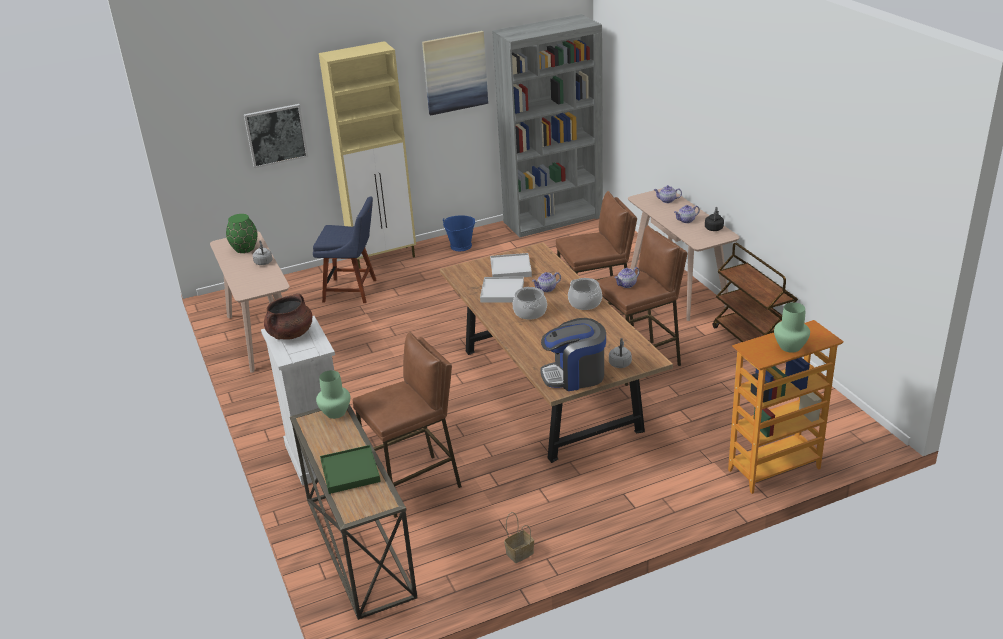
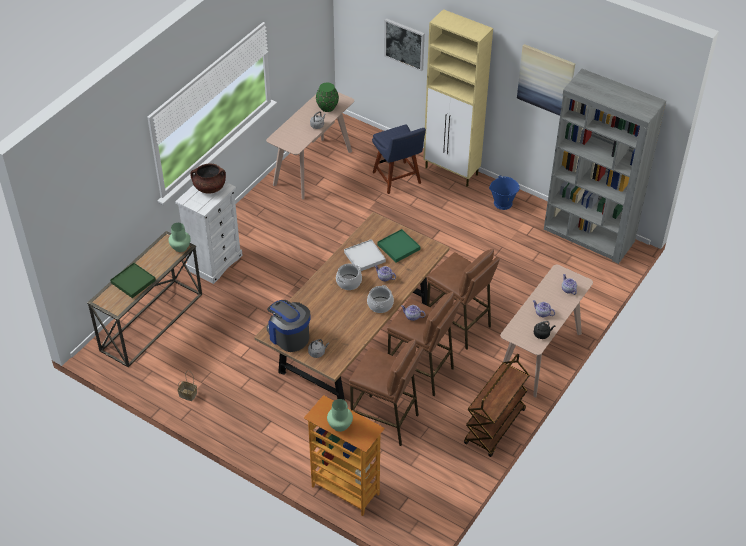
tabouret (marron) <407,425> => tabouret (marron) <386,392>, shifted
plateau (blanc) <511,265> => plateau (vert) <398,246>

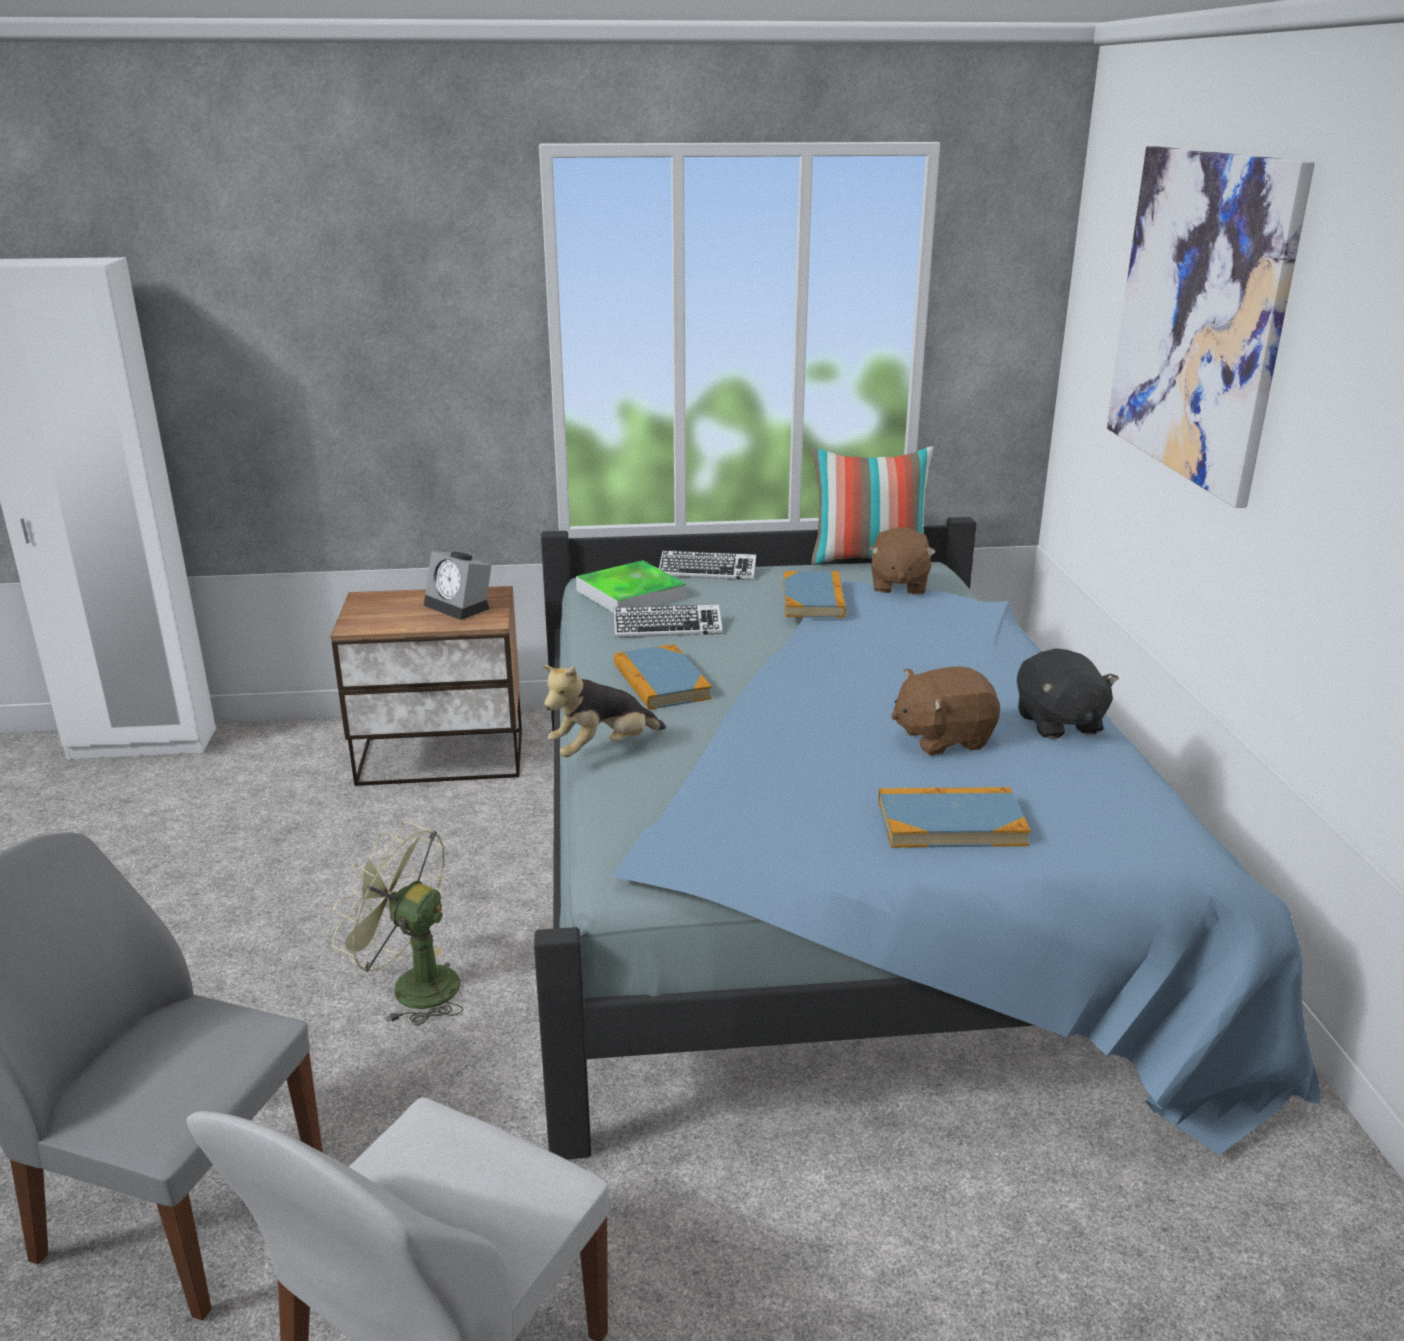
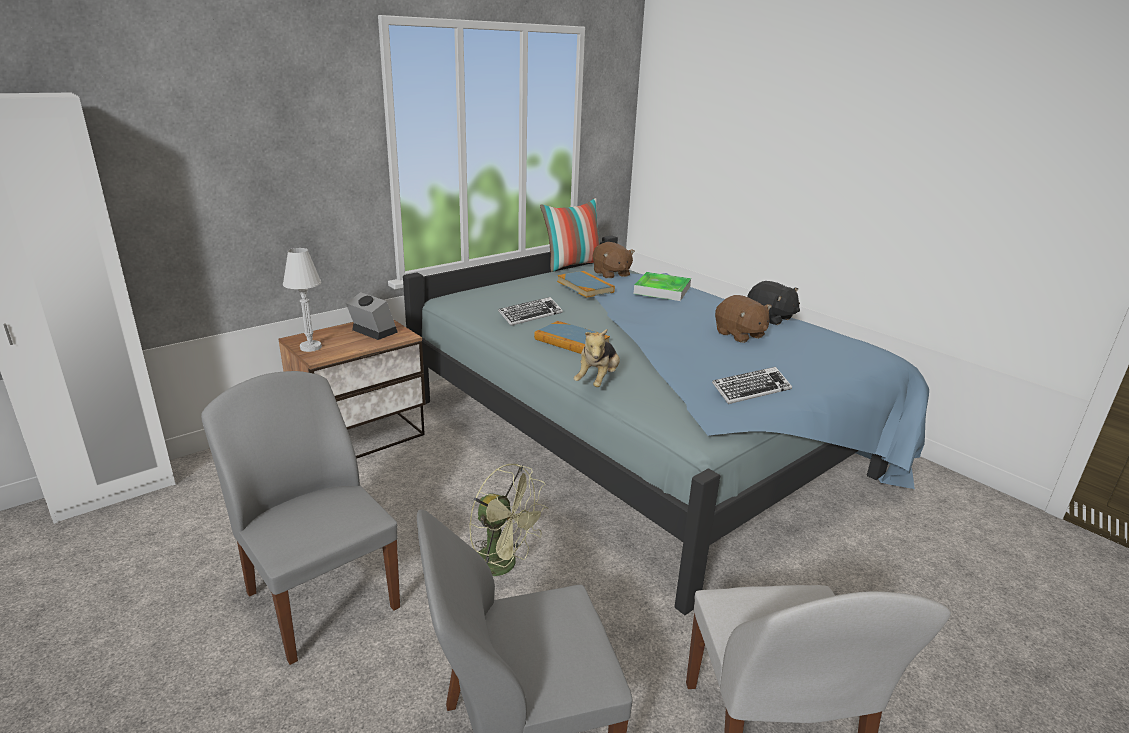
livre <954,817> => nothing
tableau <1210,327> => nothing
nothing => chaise (gris) <300,518>
nothing => lampe de table (blanc) <302,300>
plateau <631,586> => plateau <662,286>, shifted
clavier <707,565> => clavier <752,385>, shifted
ventilateur (vert) <397,923> => ventilateur (vert) <508,520>, 135 degrees counterclockwise
réveil <458,585> => réveil <372,316>, 150 degrees counterclockwise
peluche (marron) <945,711> => peluche (marron) <743,319>, 75 degrees counterclockwise

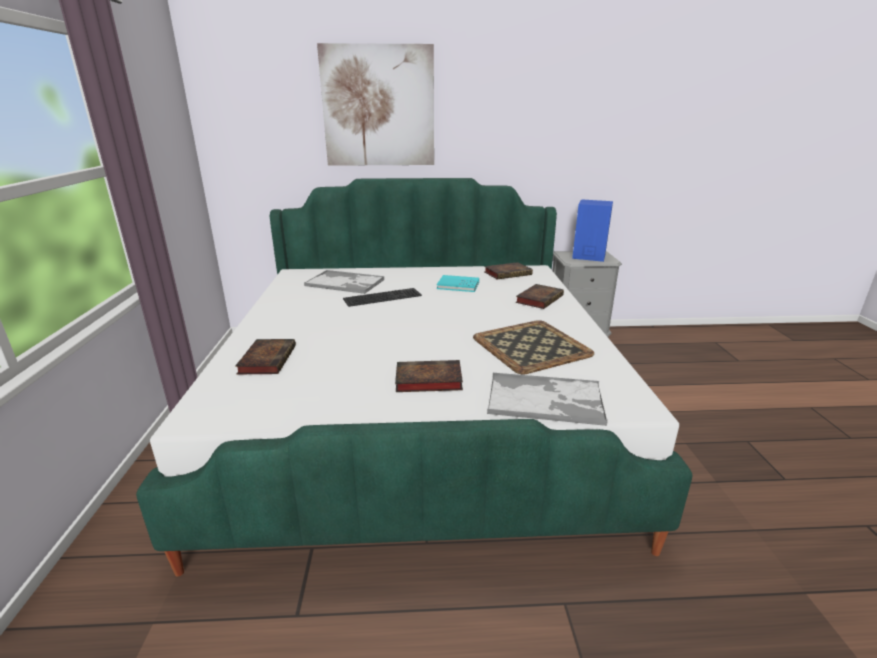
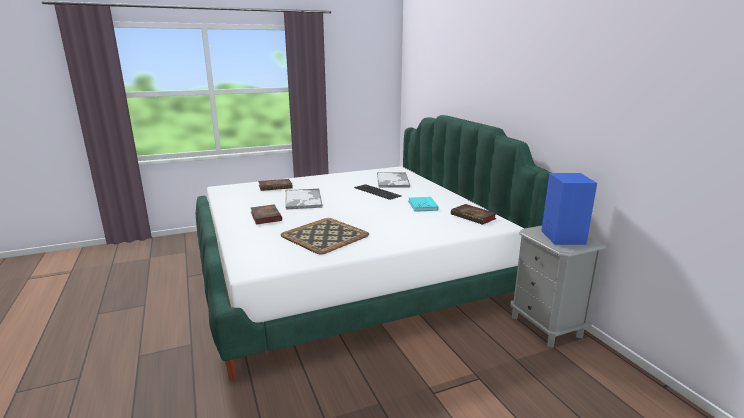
tableau <375,104> => nothing
livre <539,296> => nothing
plateau <547,399> => plateau <304,199>, shifted

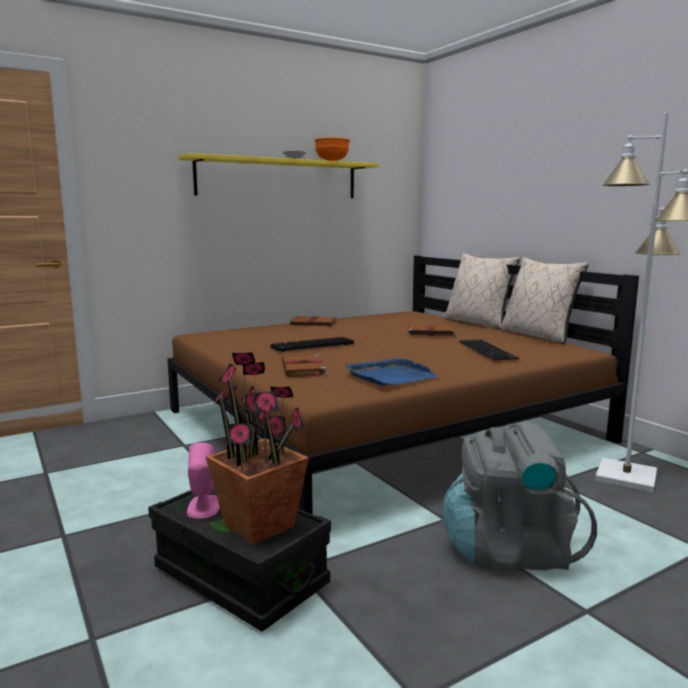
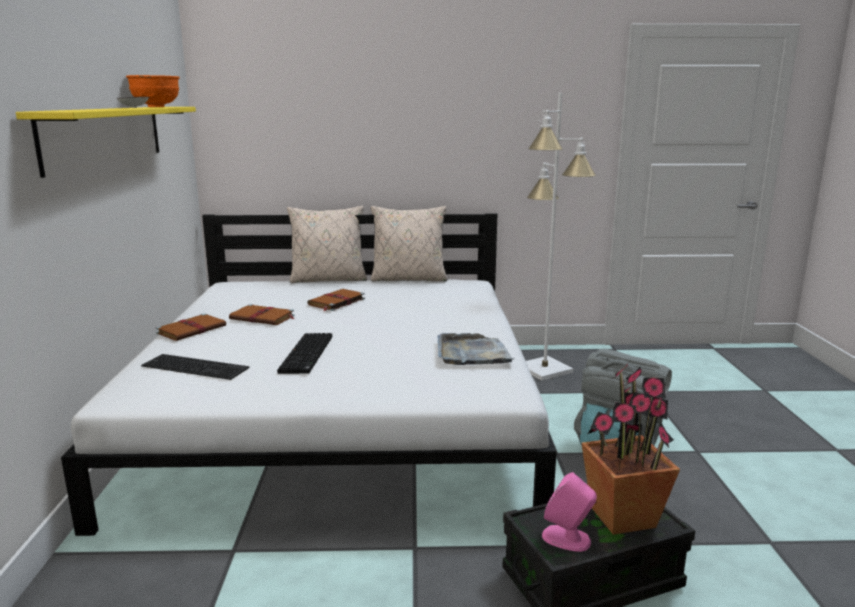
livre (marron) <304,365> => livre (marron) <262,314>, shifted
clavier <489,349> => clavier <195,367>, shifted
lit (marron) <403,384> => lit (blanc) <309,374>
plateau (bleu) <392,372> => plateau (gris) <476,349>

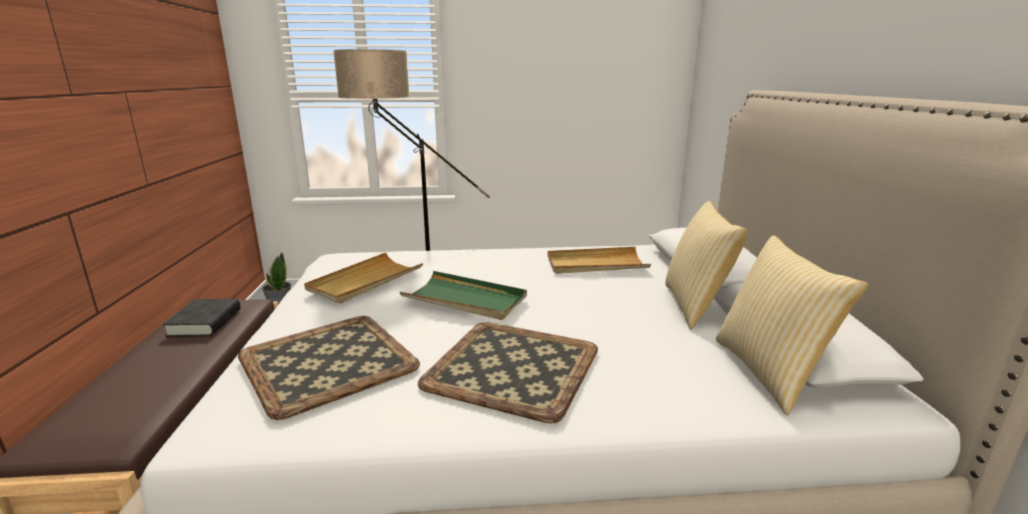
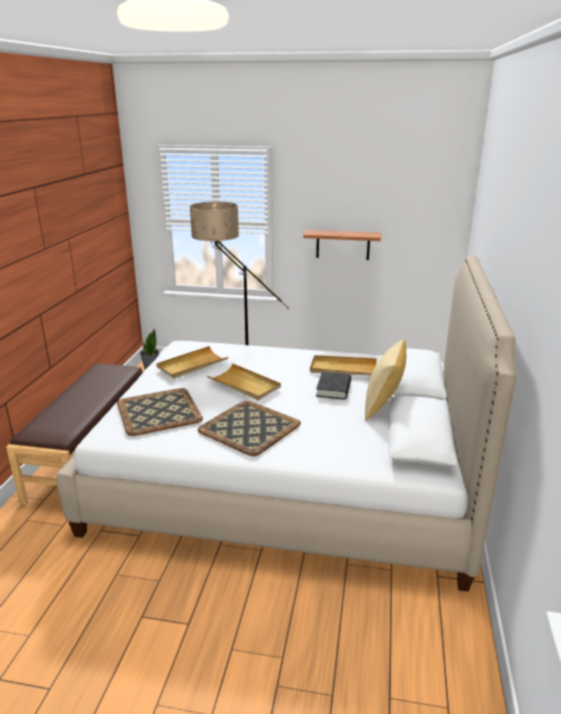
coussin <792,325> => nothing
nothing => étagère <342,245>
livre (noir) <201,318> => livre (noir) <333,386>, shifted
plateau (vert) <463,295> => plateau (beige) <244,381>

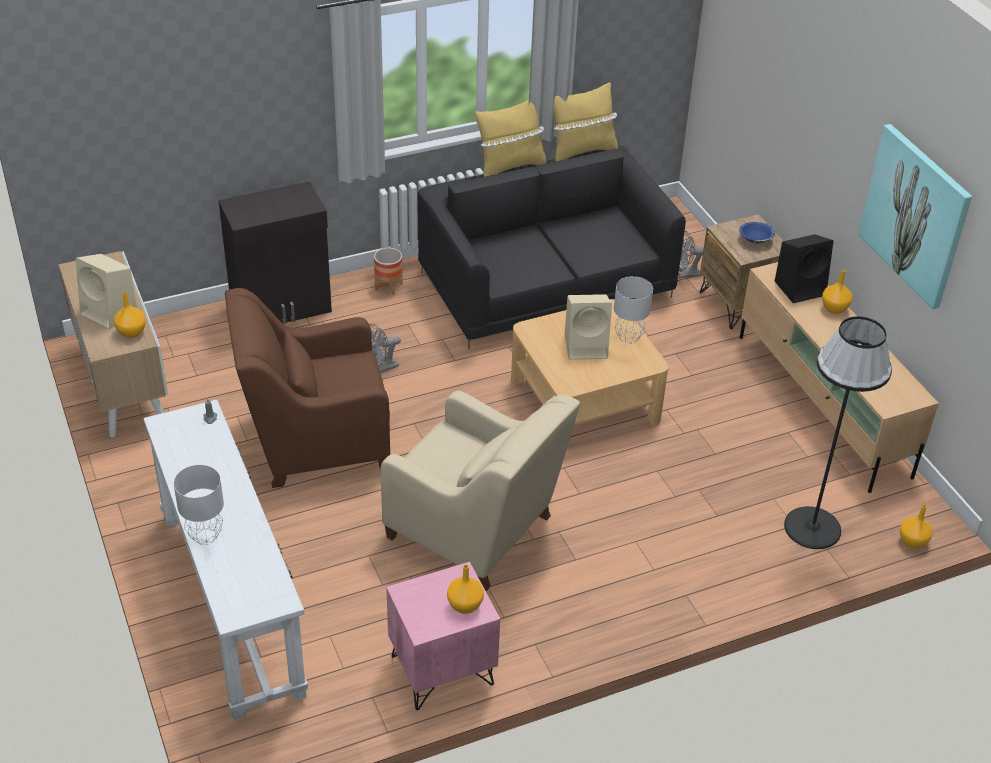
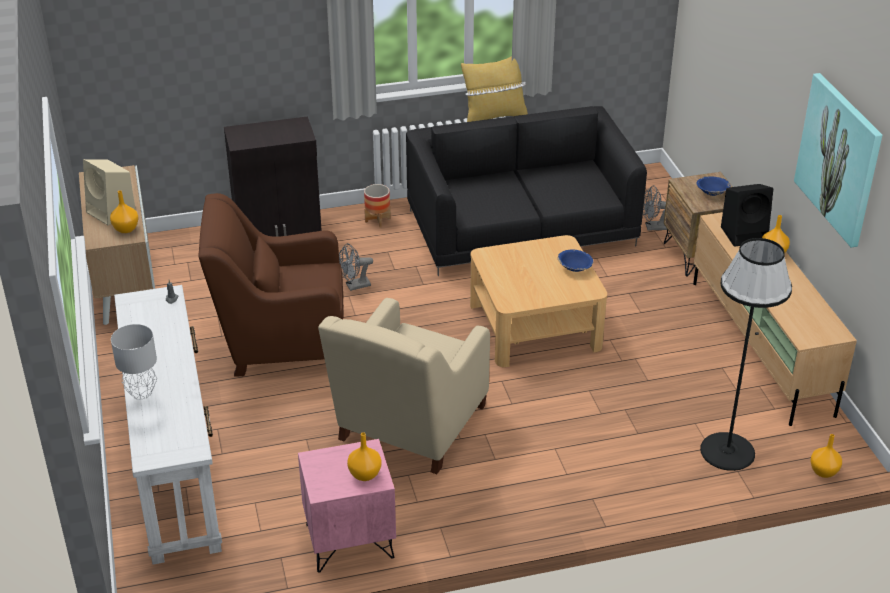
coussin (jaune) <585,122> => nothing
enceinte (beige) <588,327> => nothing
lampe de table (gris) <633,310> => bol (bleu) <575,261>
fauteuil (beige) <480,490> => fauteuil (beige) <404,386>, 75 degrees clockwise

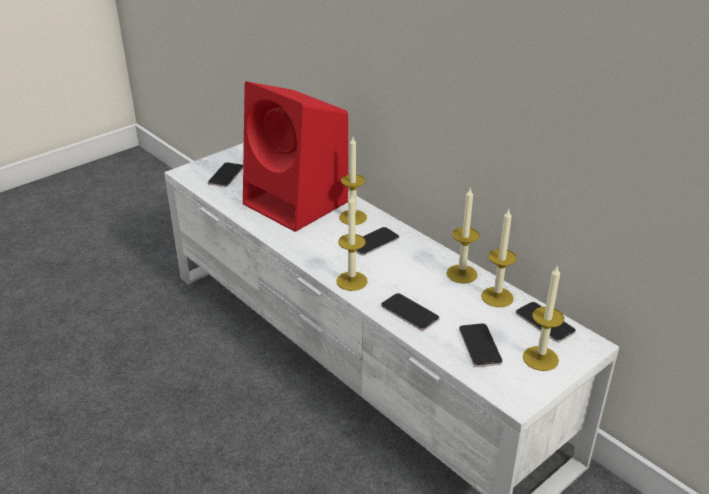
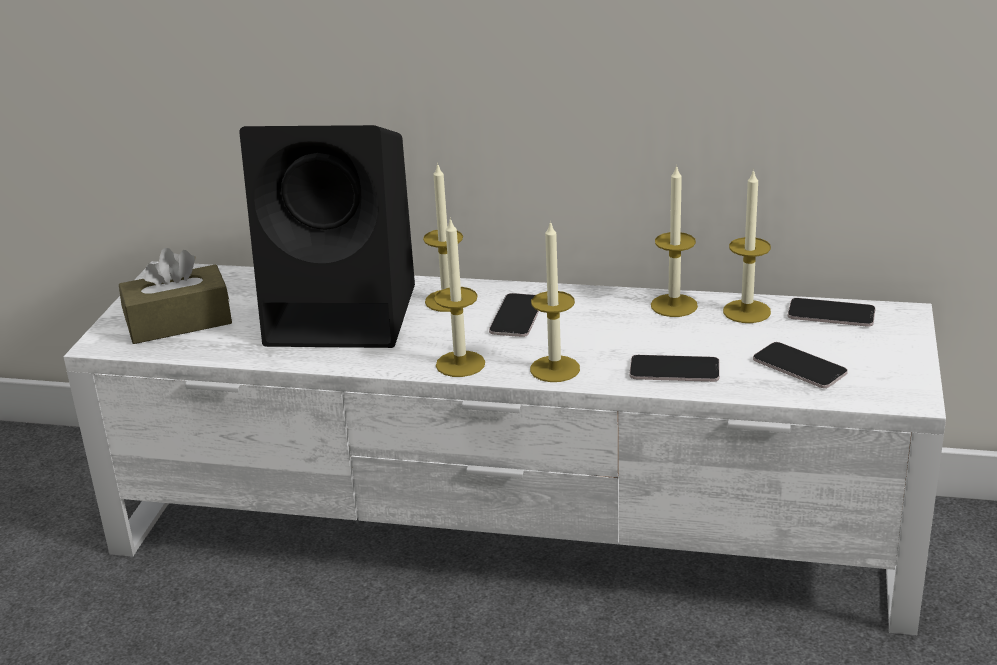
bougie <543,318> => bougie <459,297>, shifted
téléphone <225,174> => boîte à mouchoirs (marron) <175,296>
enceinte (rouge) <295,156> => enceinte (noir) <327,236>

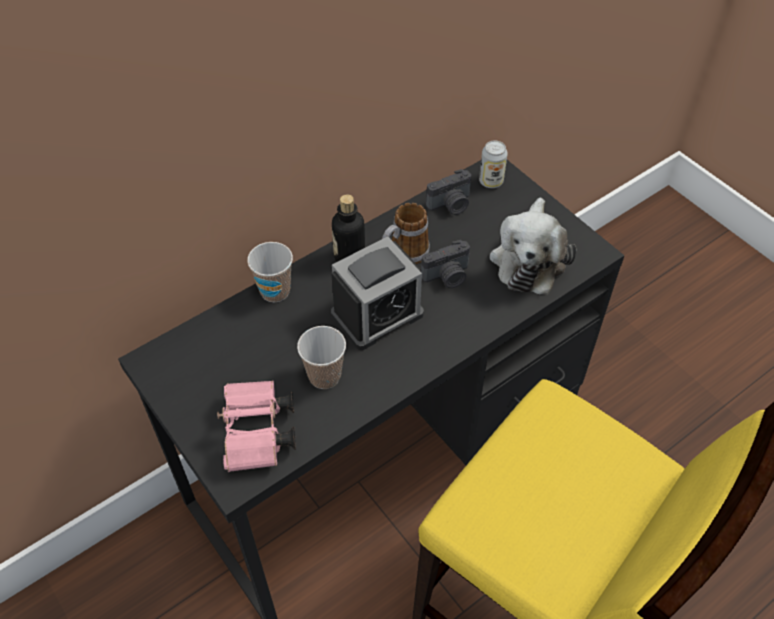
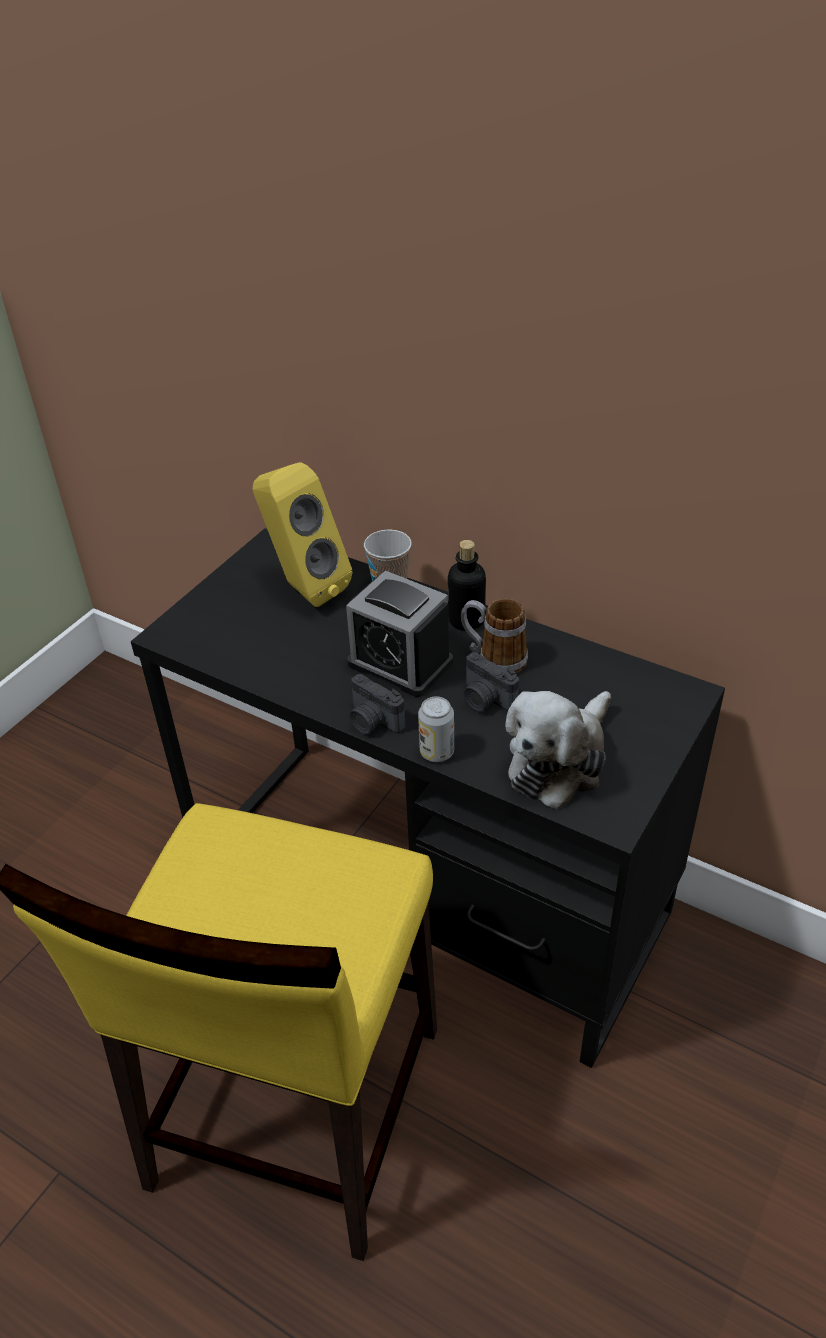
jumelles (rose) <256,426> => nothing
tasse <321,357> => nothing
nothing => enceinte (jaune) <302,534>
appareil photo <448,192> => appareil photo <377,704>, shifted
boîte métallique <493,164> => boîte métallique <436,729>, shifted
peluche <533,246> => peluche <558,750>, 45 degrees counterclockwise

